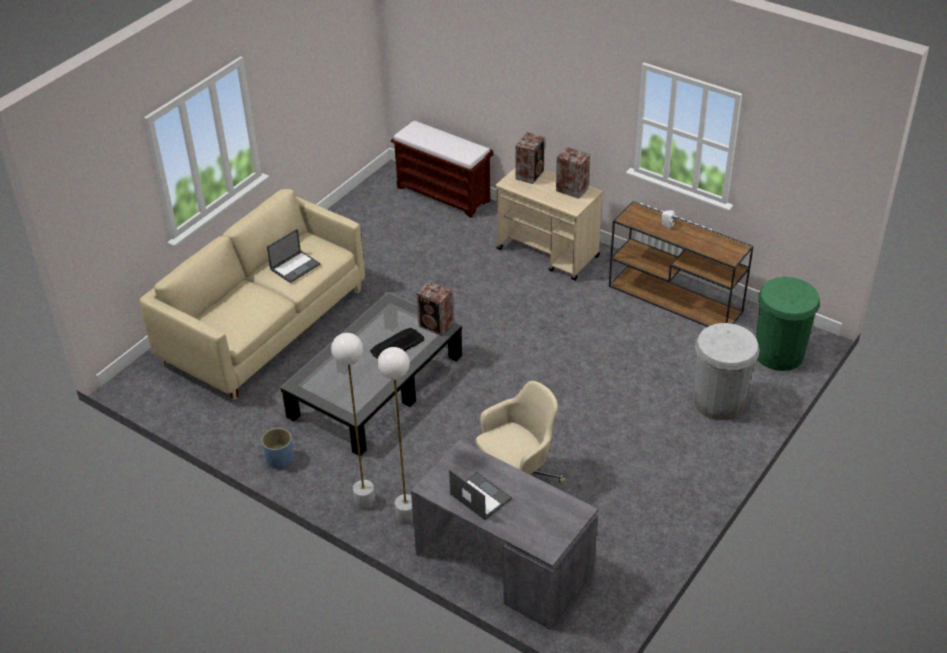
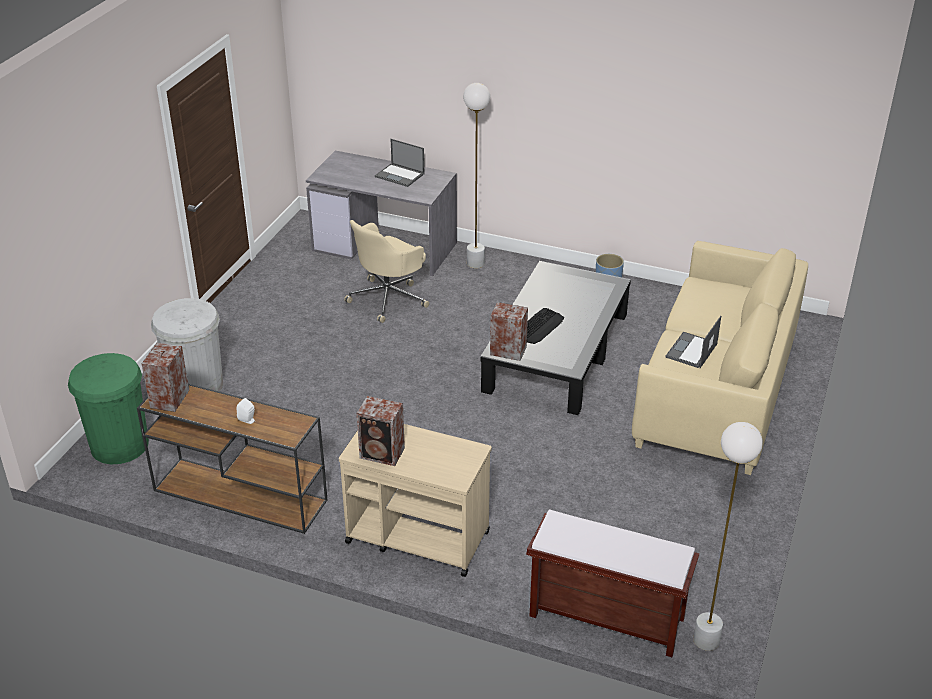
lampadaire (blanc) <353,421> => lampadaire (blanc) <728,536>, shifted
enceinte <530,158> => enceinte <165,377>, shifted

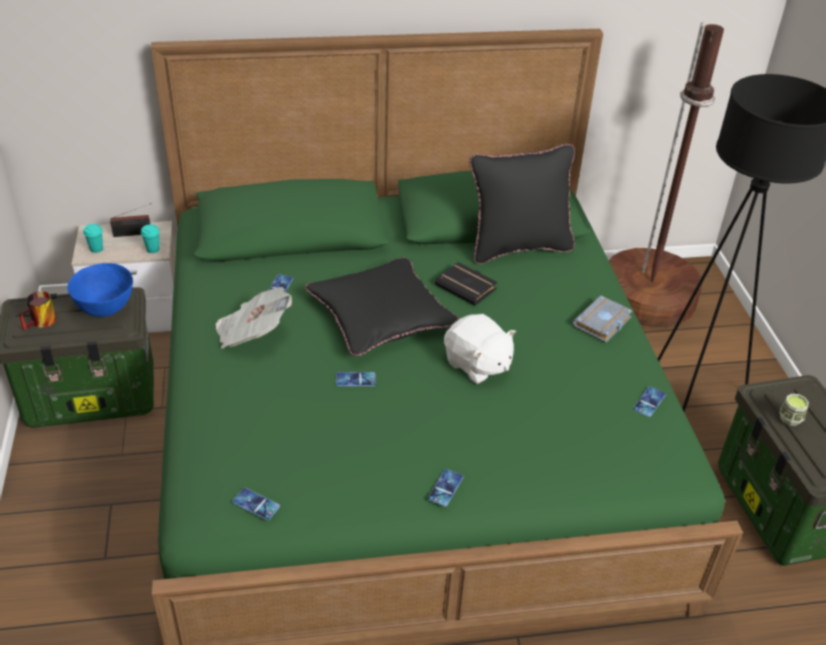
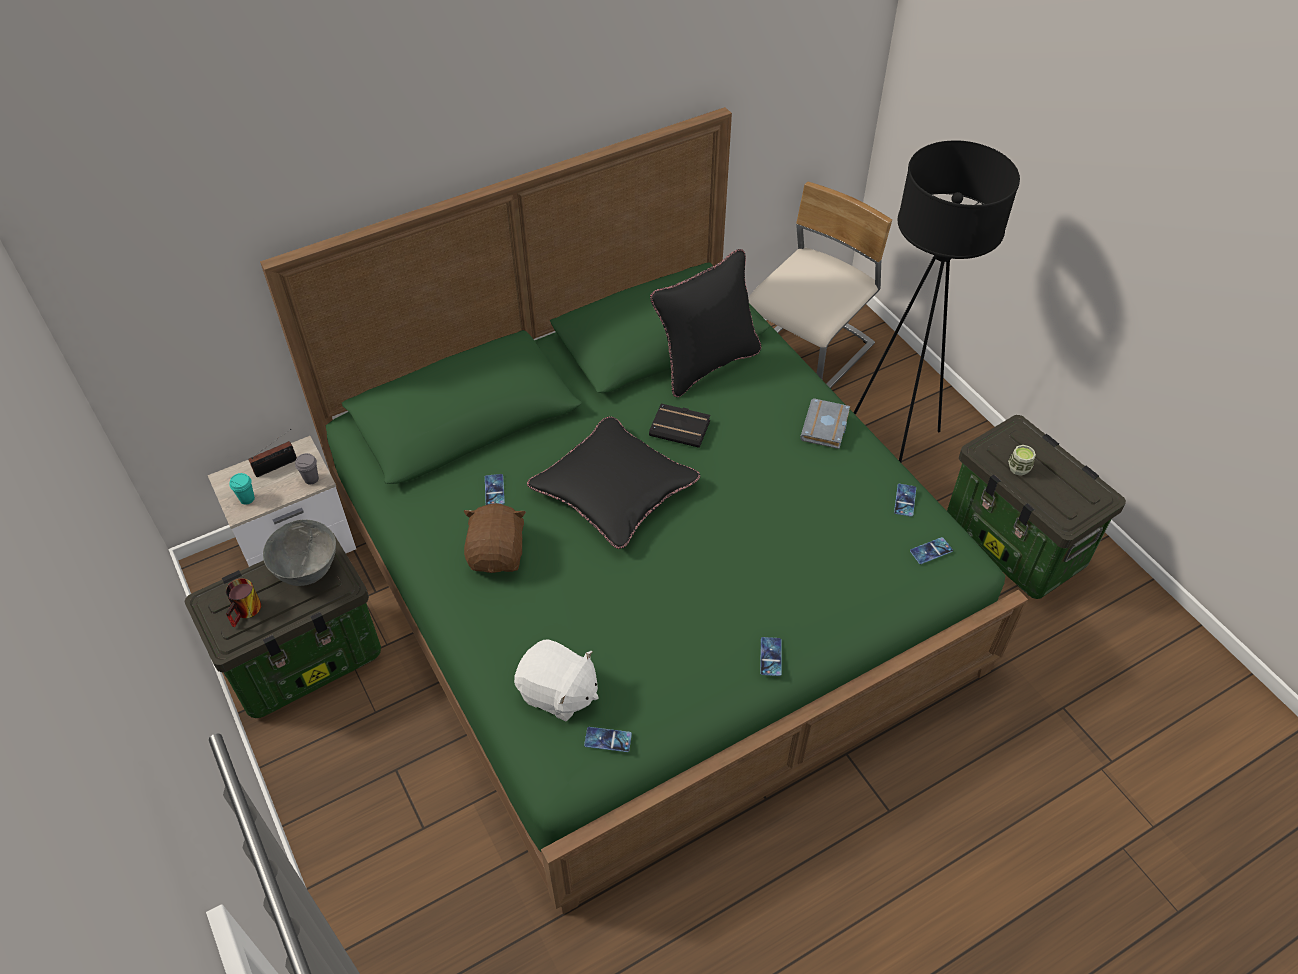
téléphone <356,379> => téléphone <931,550>, shifted
peluche (blanc) <480,349> => peluche (blanc) <556,680>, shifted
journal <253,318> => peluche (marron) <494,538>
lampadaire (marron) <666,174> => chaise (beige) <820,285>
bol (bleu) <100,290> => bol (gris) <299,553>
tasse (turquoise) <150,238> => tasse (gris) <307,468>

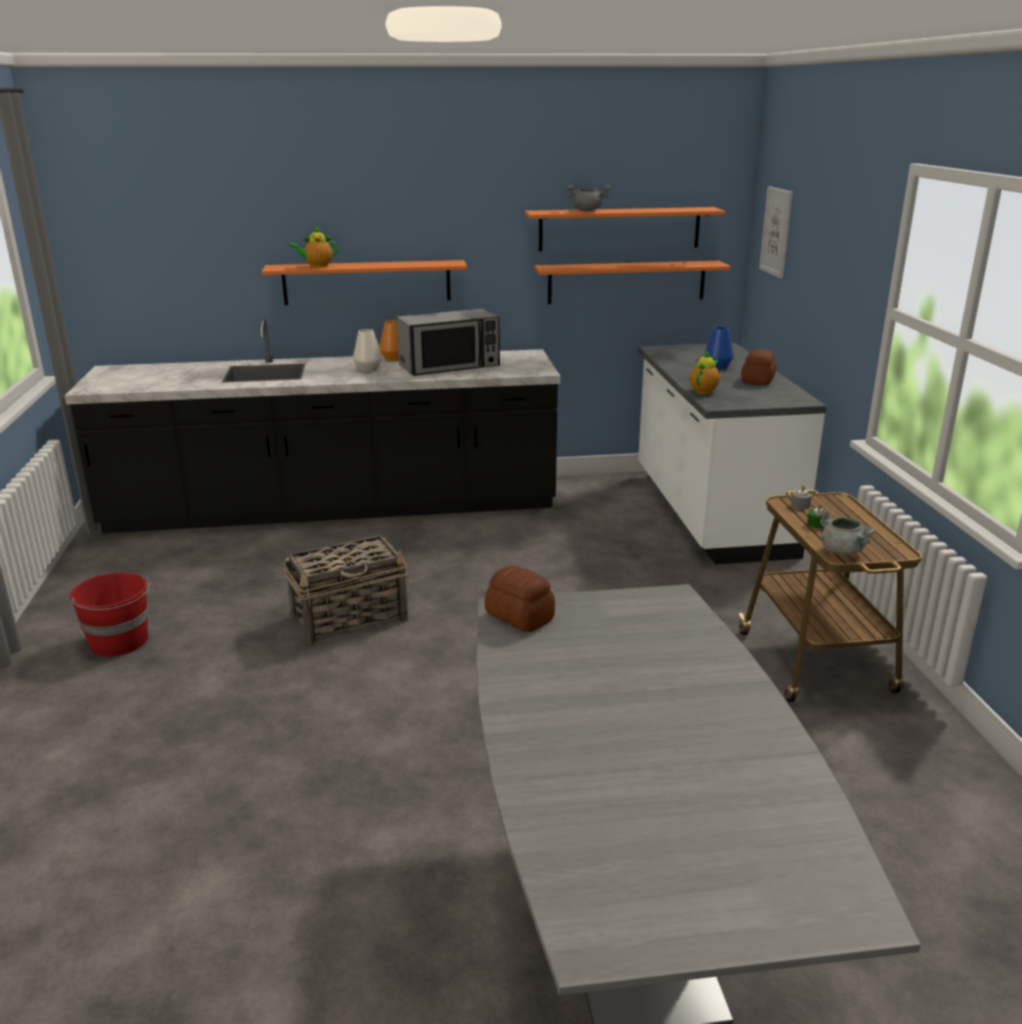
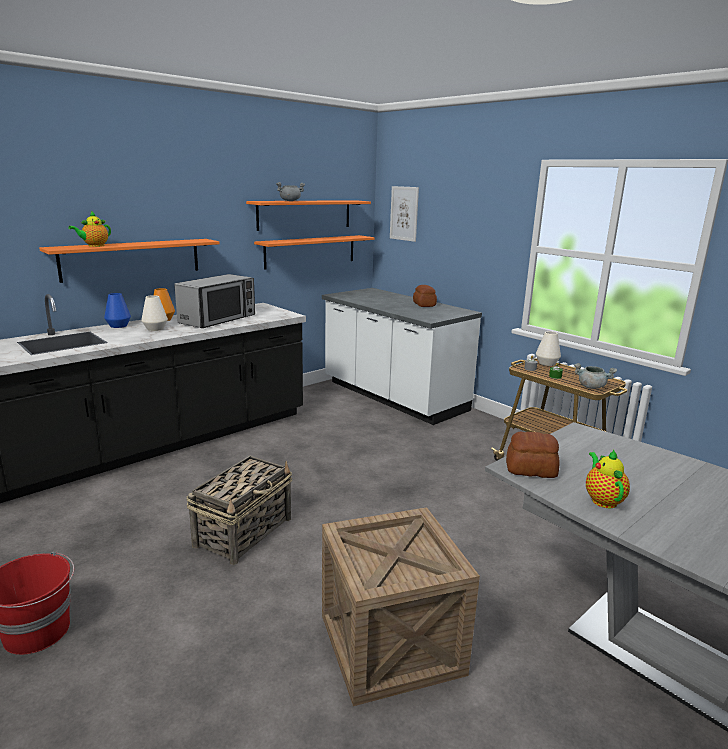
nothing => caisse <401,606>
nothing => vase (blanc) <548,348>
théière <705,372> => théière <608,478>, shifted
vase (bleu) <719,347> => vase (bleu) <117,310>, shifted

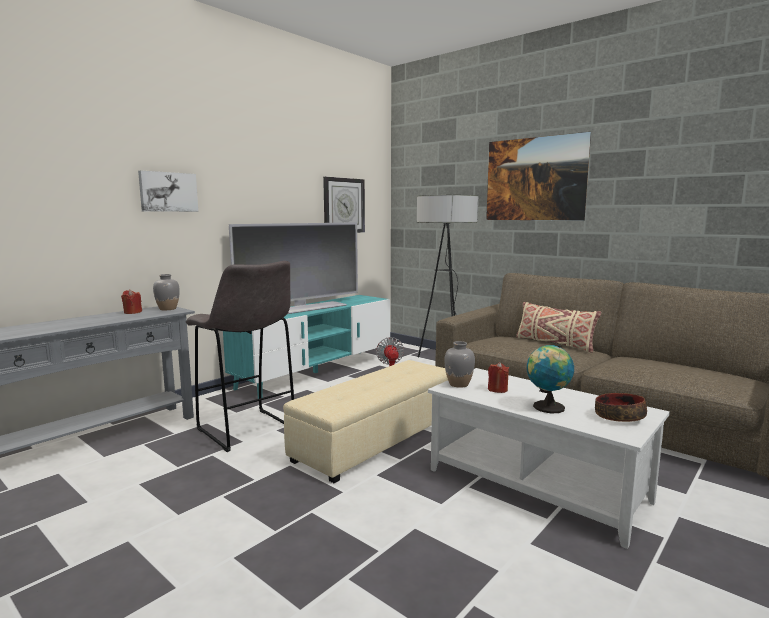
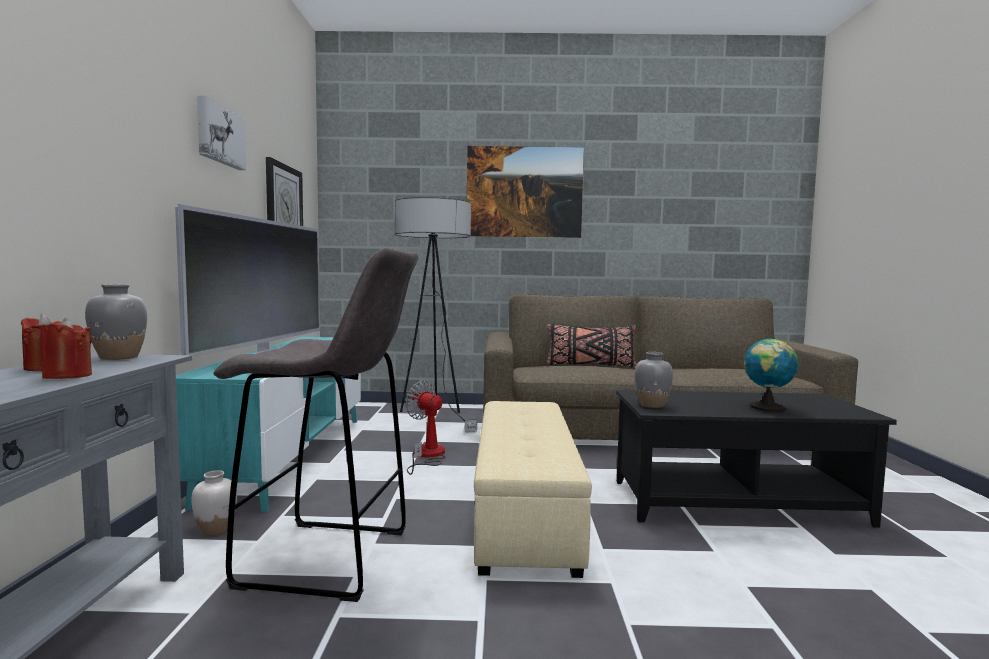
bol <621,407> => nothing
nothing => vase (blanc) <214,503>
tableau <168,191> => tableau <221,133>, shifted
bougie (rouge) <498,377> => bougie (rouge) <66,348>, shifted
table basse (blanc) <549,458> => table basse (noir) <756,459>
coussin (beige) <558,327> => coussin (noir) <592,346>

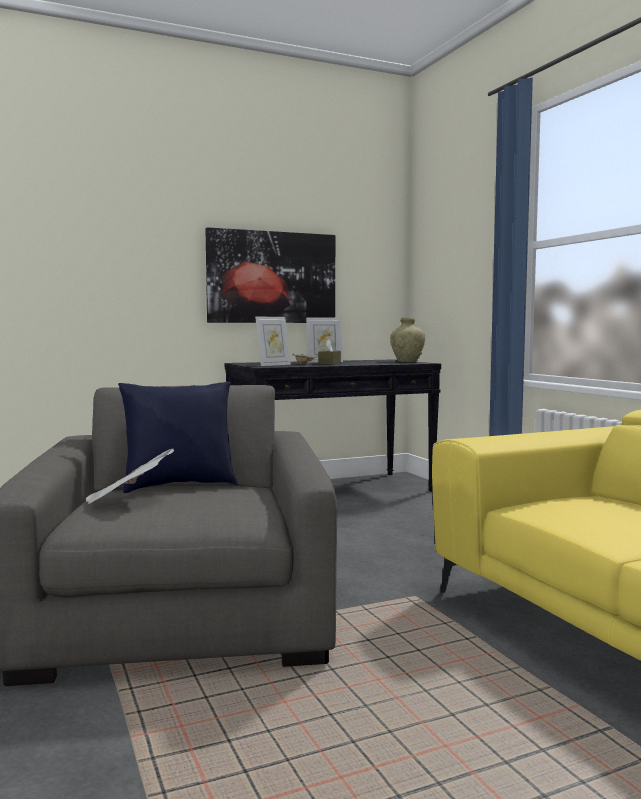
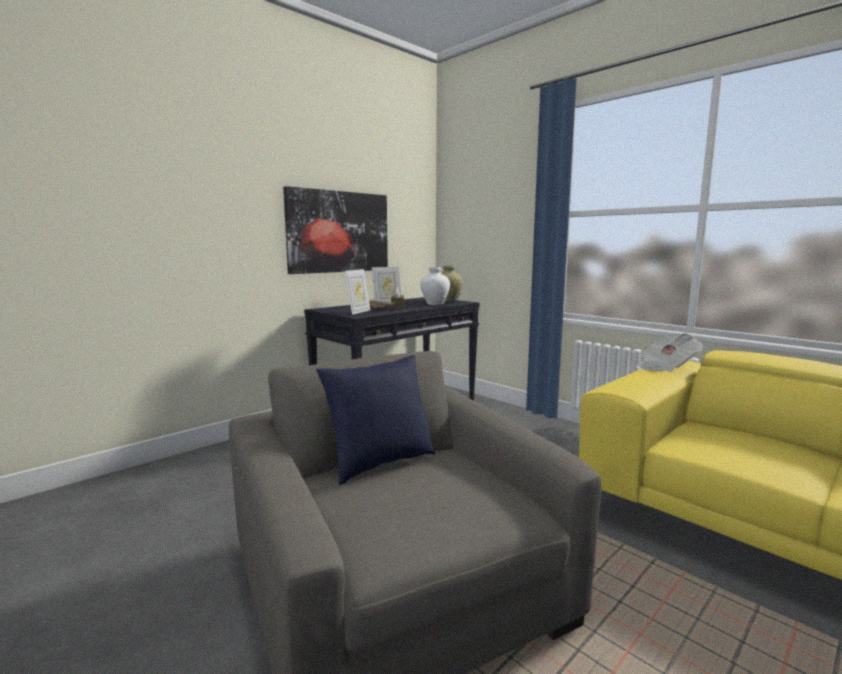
nothing => vase (blanc) <435,286>
journal <130,476> => journal <669,352>, shifted

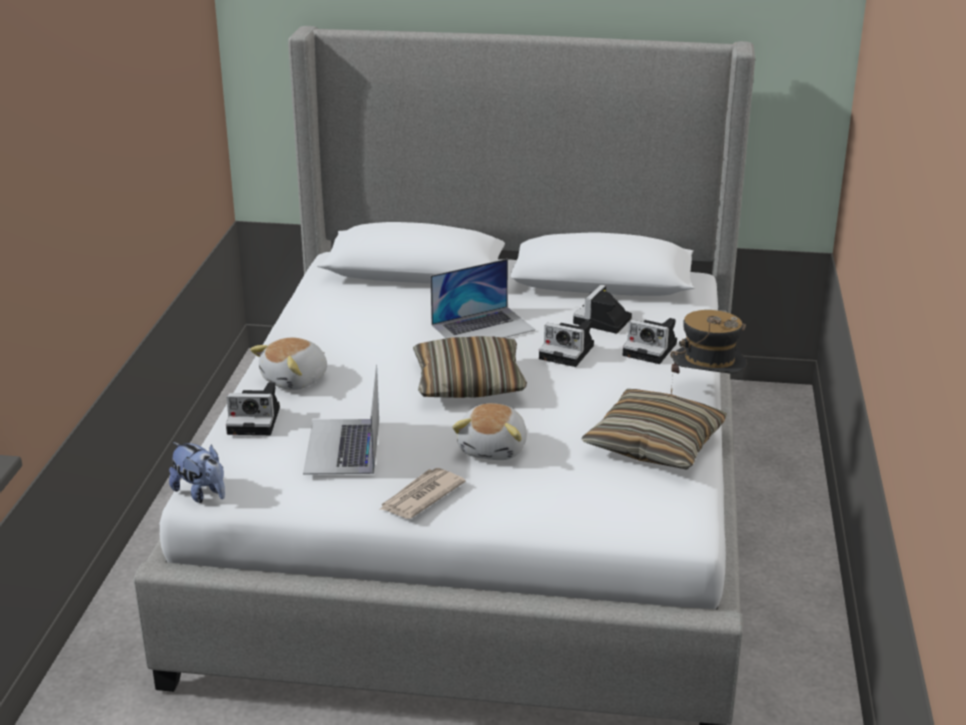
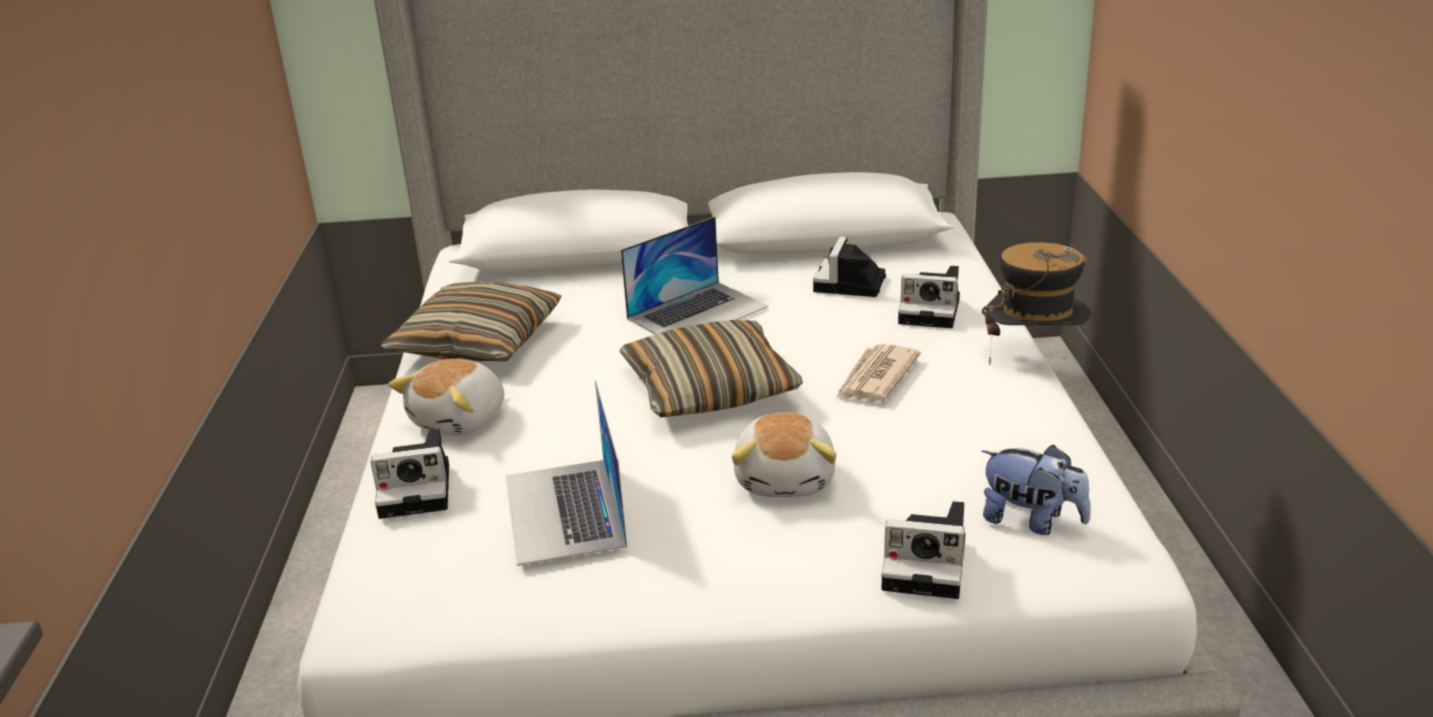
peluche <197,472> => peluche <1036,490>, shifted
journal <422,493> => journal <878,373>, shifted
appareil photo <566,343> => appareil photo <923,550>, shifted
coussin <654,429> => coussin <471,321>, shifted

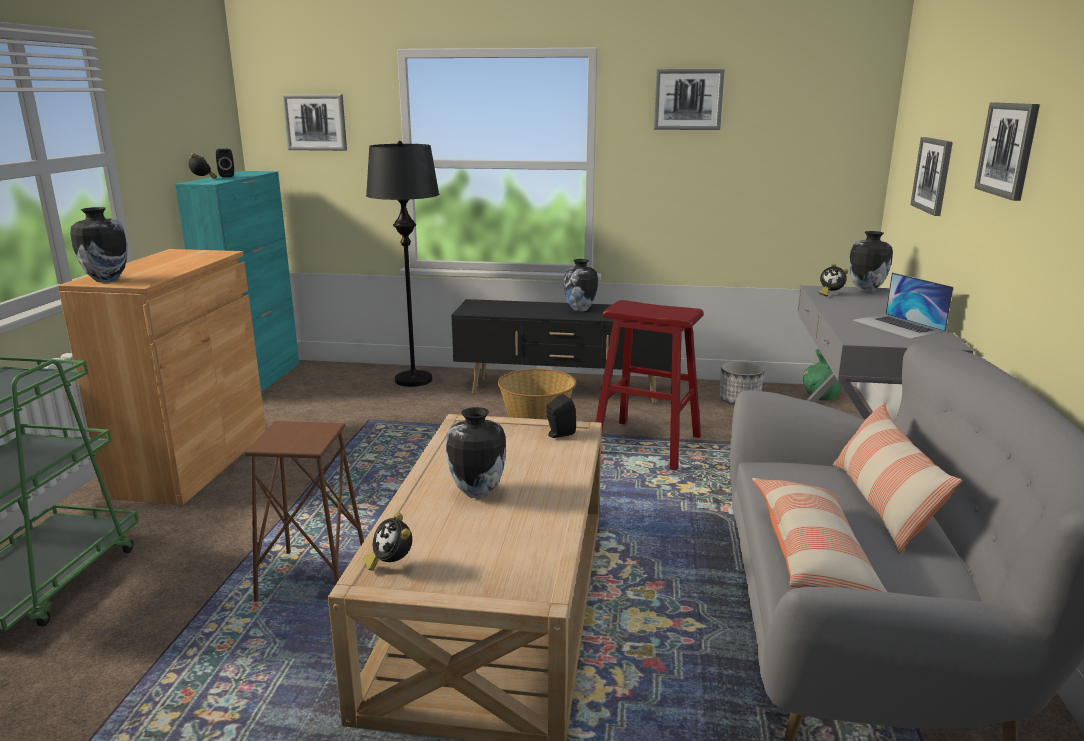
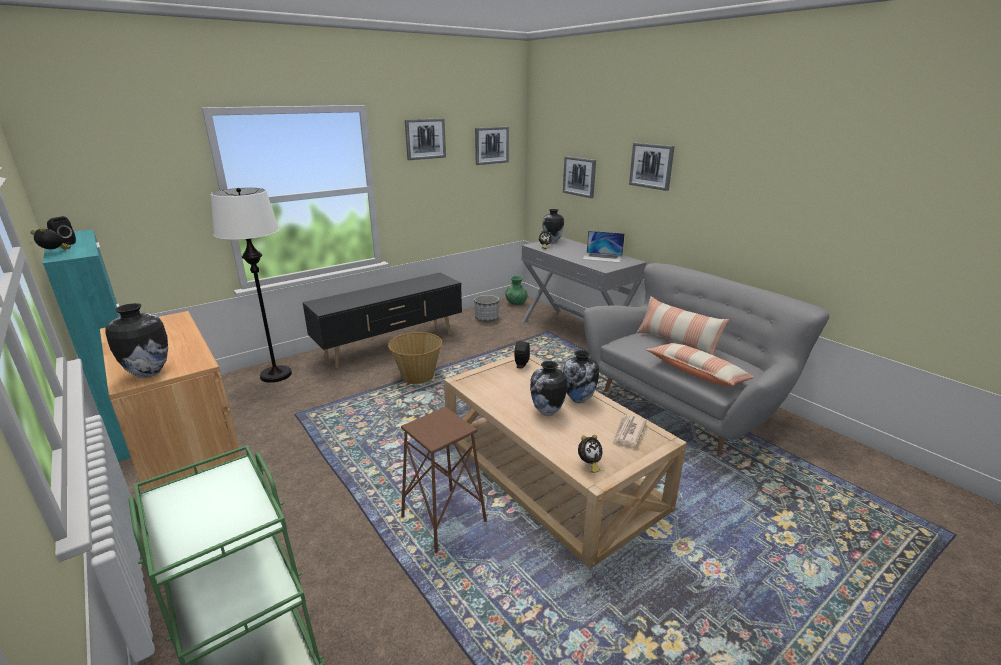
tabouret (rouge) <649,385> => nothing
nothing => journal <630,430>
tableau <314,122> => tableau <492,146>, shifted
vase <581,285> => vase <581,376>, shifted
lampadaire (noir) <402,264> => lampadaire (blanc) <251,285>
réveil <388,542> => réveil <590,454>, 45 degrees counterclockwise

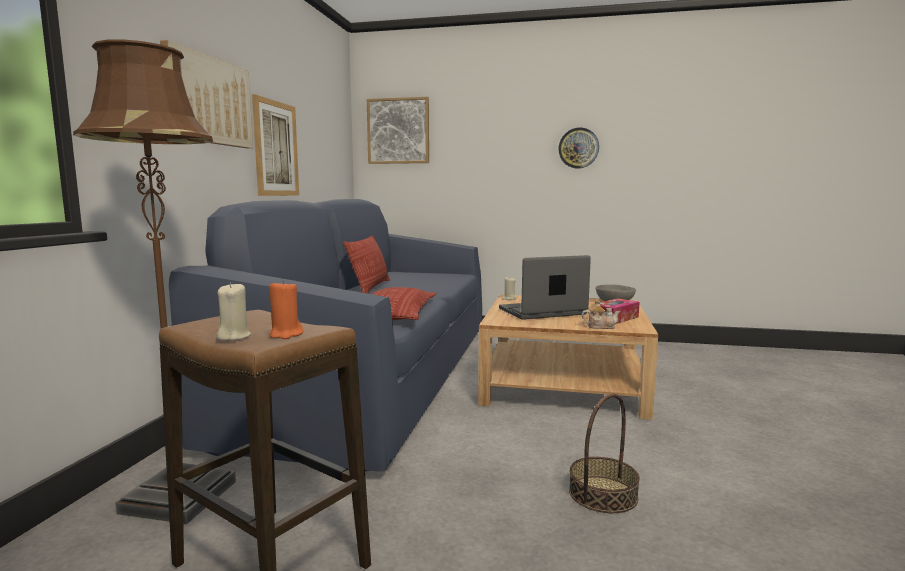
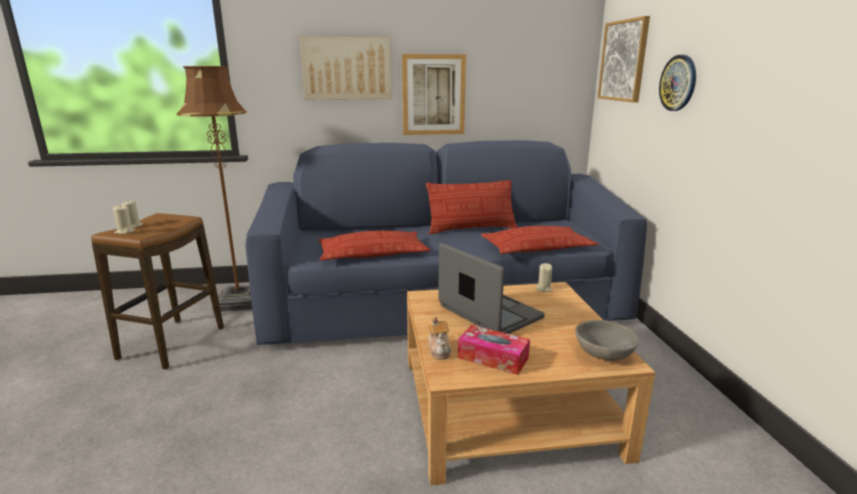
panier <604,453> => nothing
nothing => coussin <540,240>
horloge murale <578,148> => horloge murale <677,83>, shifted
bougie (orange) <286,309> => bougie (beige) <124,219>

